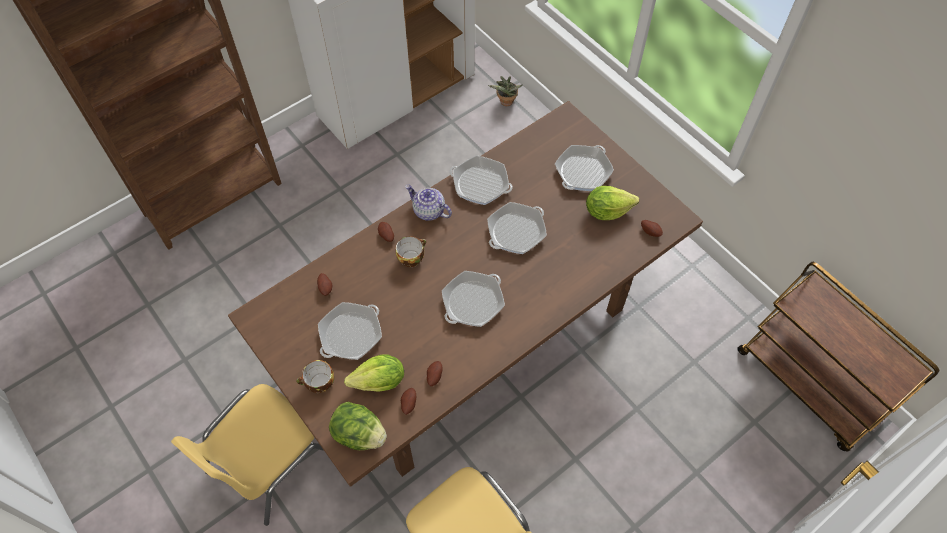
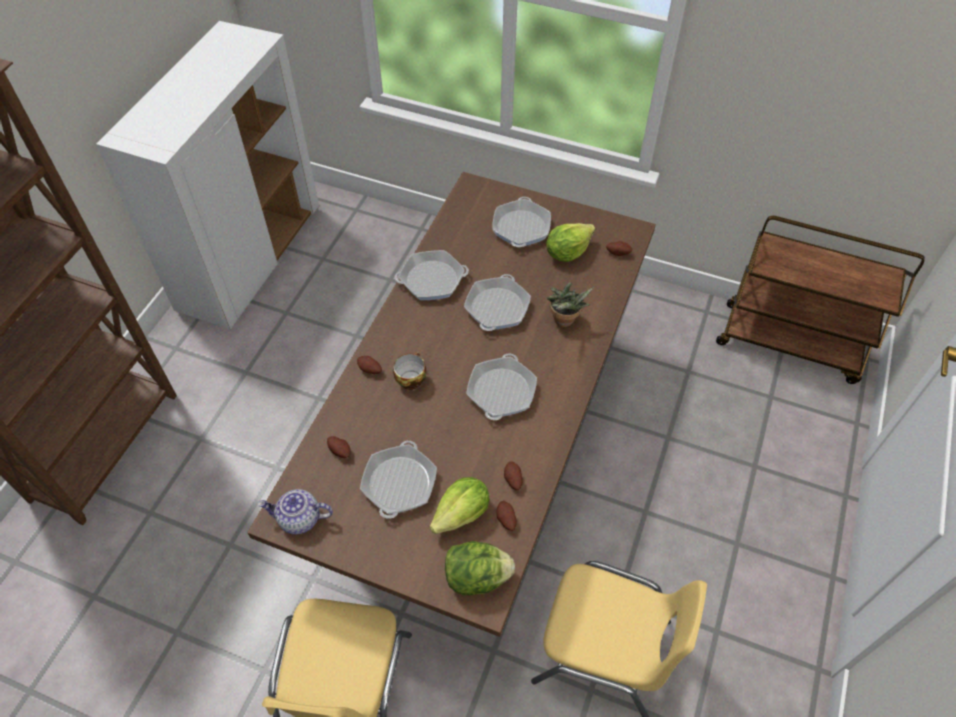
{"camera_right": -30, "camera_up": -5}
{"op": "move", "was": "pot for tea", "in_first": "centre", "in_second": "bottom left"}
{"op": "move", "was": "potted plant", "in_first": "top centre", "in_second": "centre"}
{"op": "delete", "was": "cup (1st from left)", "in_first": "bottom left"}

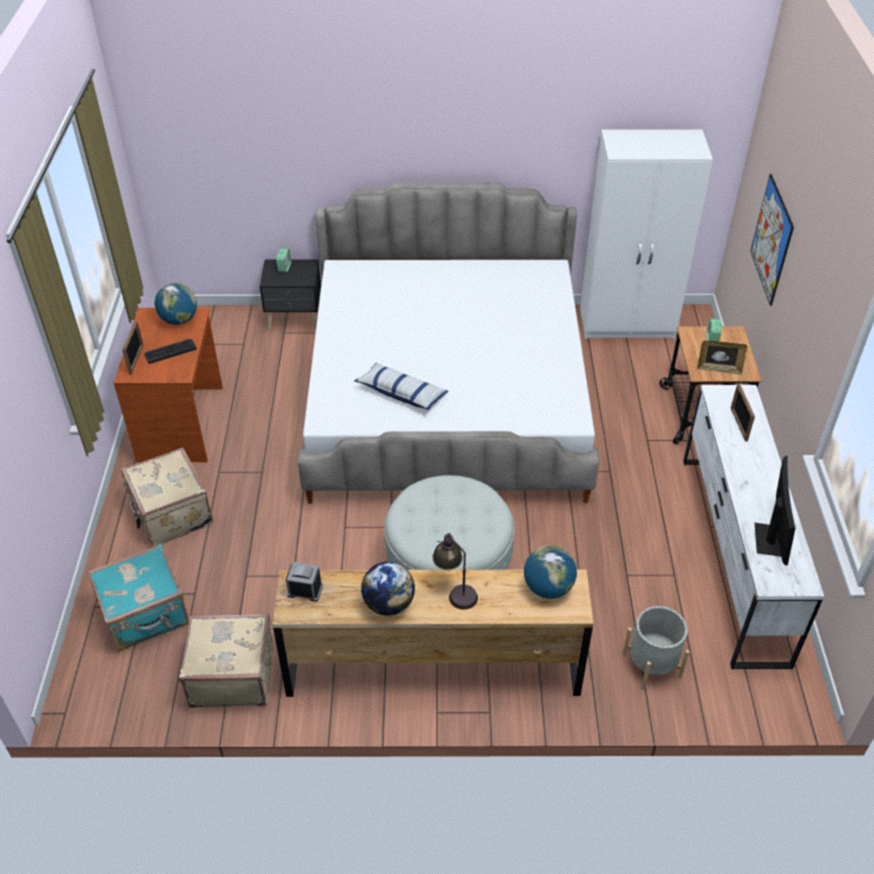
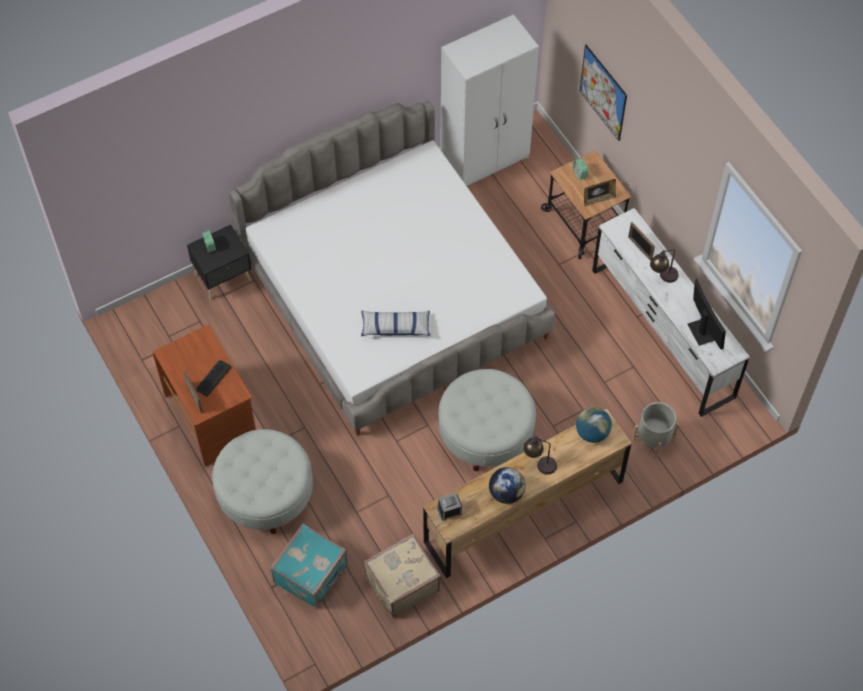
{"camera_right": -30, "camera_up": 15}
{"op": "replace", "was": "beige travel case (1st from left)", "now": "whitish pouffe (1st from left)", "in_first": "middle left", "in_second": "bottom left"}
{"op": "insert", "now": "tabletop lamp (2nd from left)", "in_second": "middle right"}
{"op": "delete", "was": "globe (1st from left)", "in_first": "middle left"}

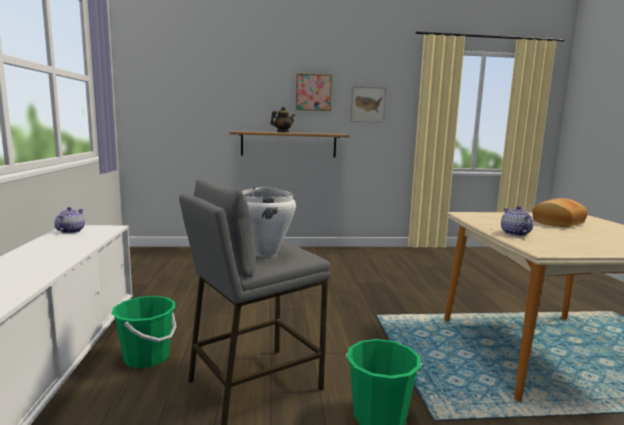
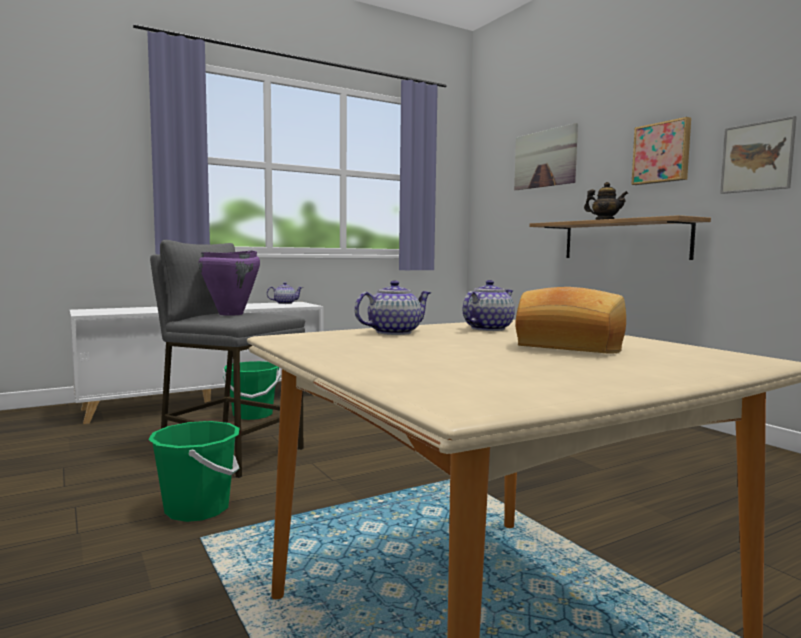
{"camera_right": 65, "camera_up": -5}
{"op": "recolor", "was": "whitish cooking pot", "now": "purple-coloured cooking pot", "in_first": "centre", "in_second": "middle left"}
{"op": "insert", "now": "pot for tea (3rd from left)", "in_second": "centre"}
{"op": "insert", "now": "wall art (1st from left)", "in_second": "top right"}

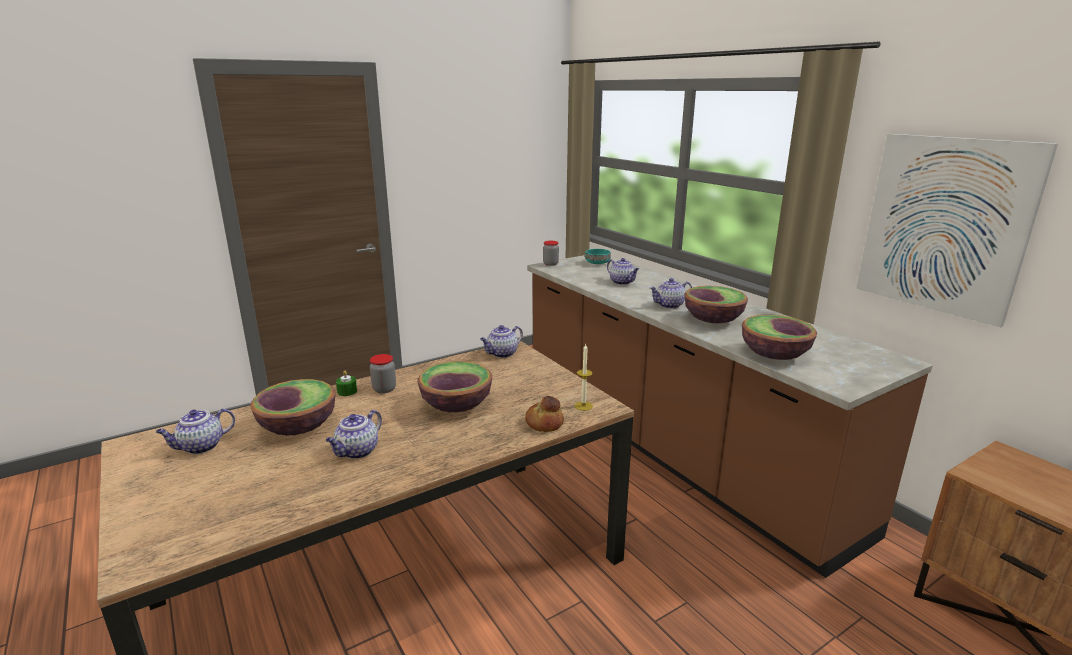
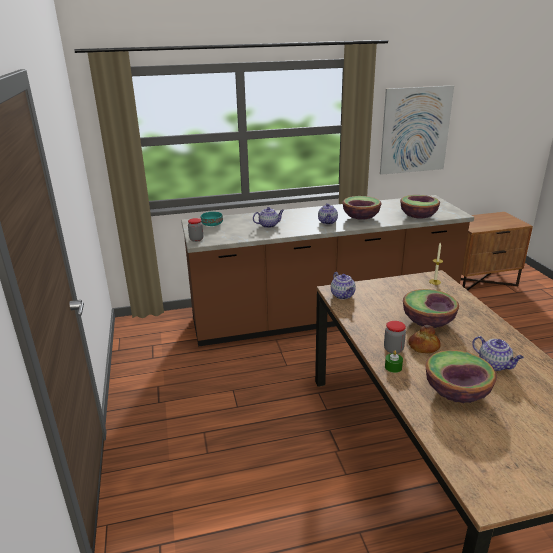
{"camera_right": -70, "camera_up": 5}
{"op": "move", "was": "bread", "in_first": "centre", "in_second": "middle right"}
{"op": "delete", "was": "pot for tea (1st from left)", "in_first": "middle left"}

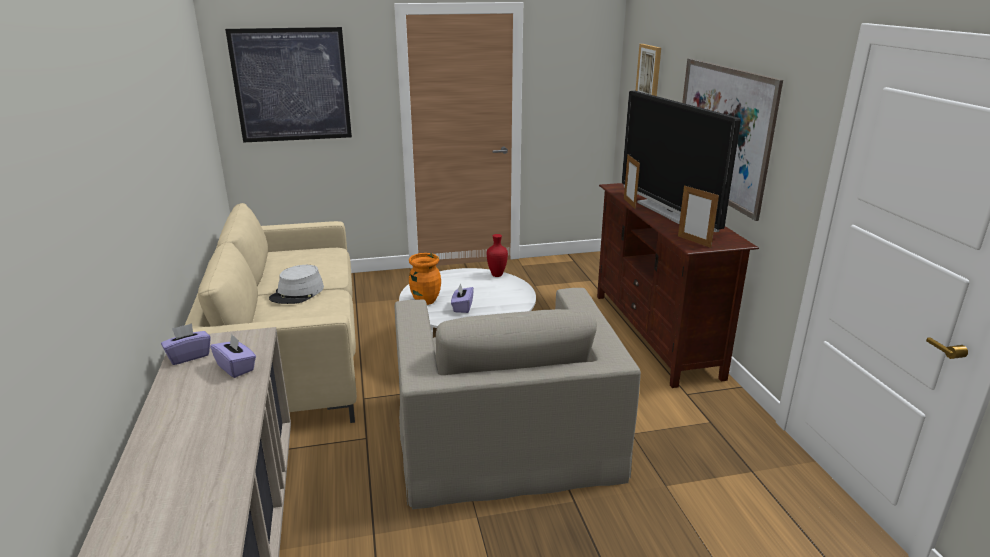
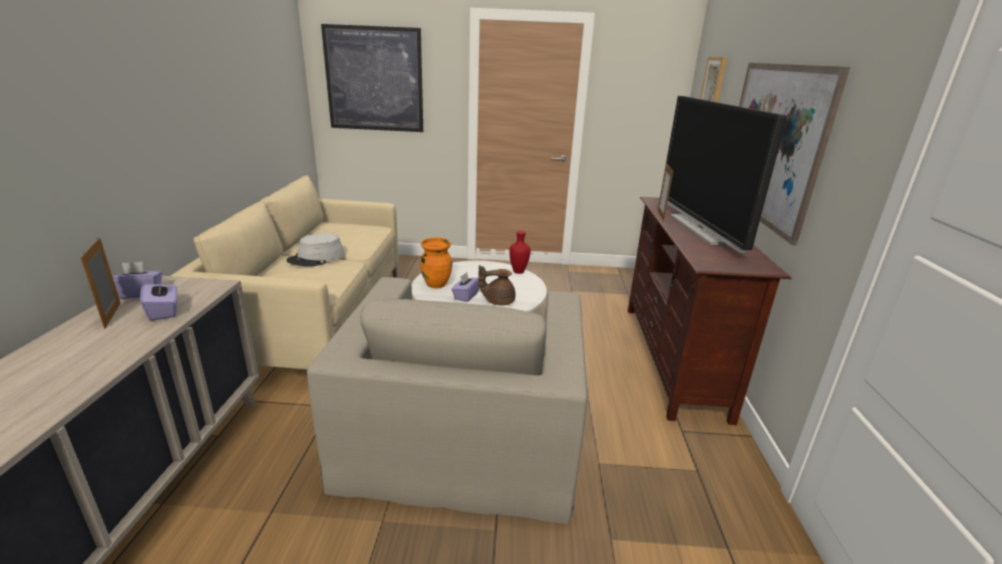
{"camera_right": 15, "camera_up": 0}
{"op": "move", "was": "picture frame (2nd from left in the first image)", "now": "picture frame (1st from left)", "in_first": "middle right", "in_second": "middle left"}
{"op": "insert", "now": "brown pot for tea", "in_second": "centre"}

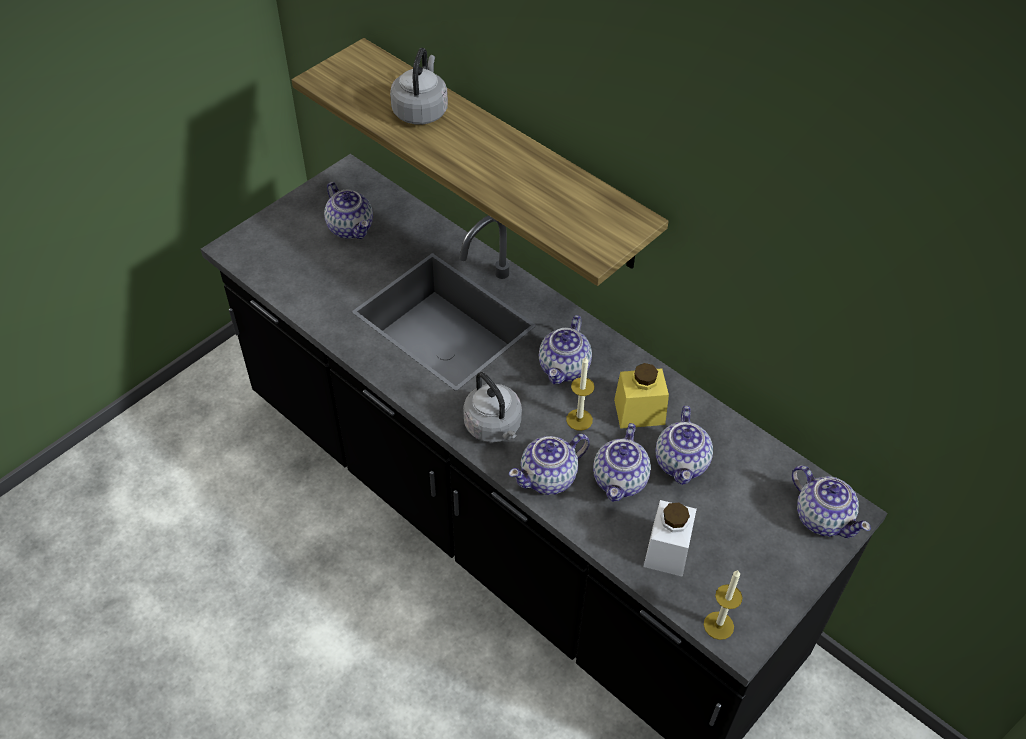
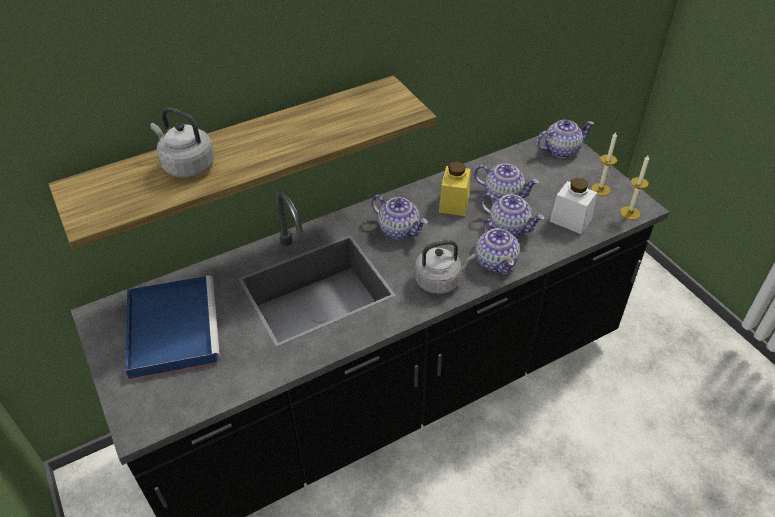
{"camera_right": -70, "camera_up": -5}
{"op": "replace", "was": "pot for tea (1st from left)", "now": "blue-coloured tray", "in_first": "top centre", "in_second": "middle left"}
{"op": "move", "was": "wax light (1st from left)", "in_first": "centre", "in_second": "top right"}

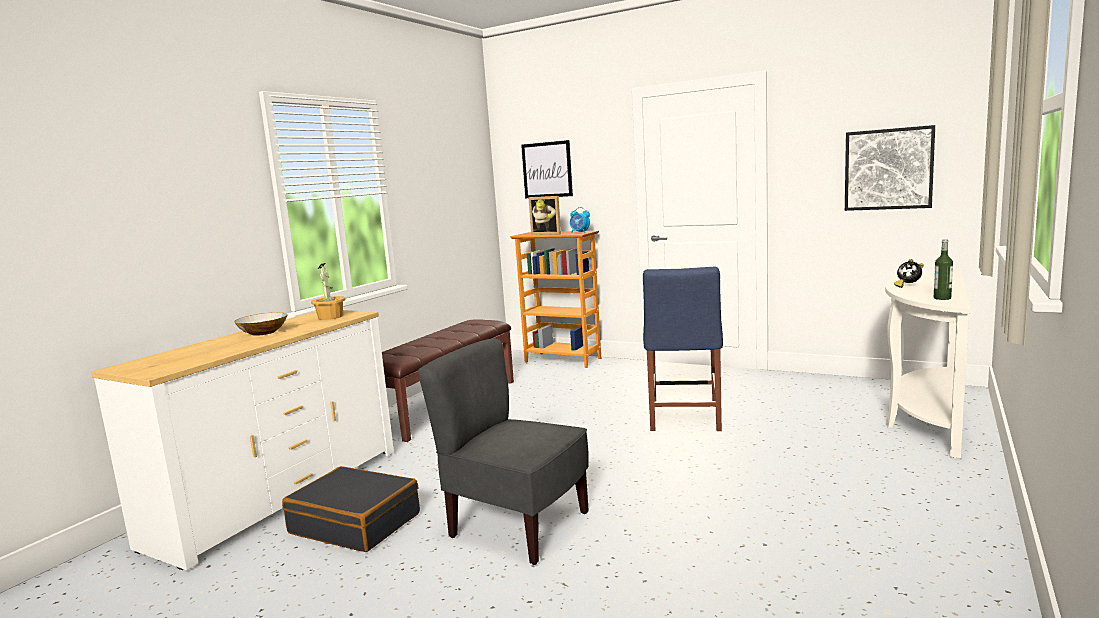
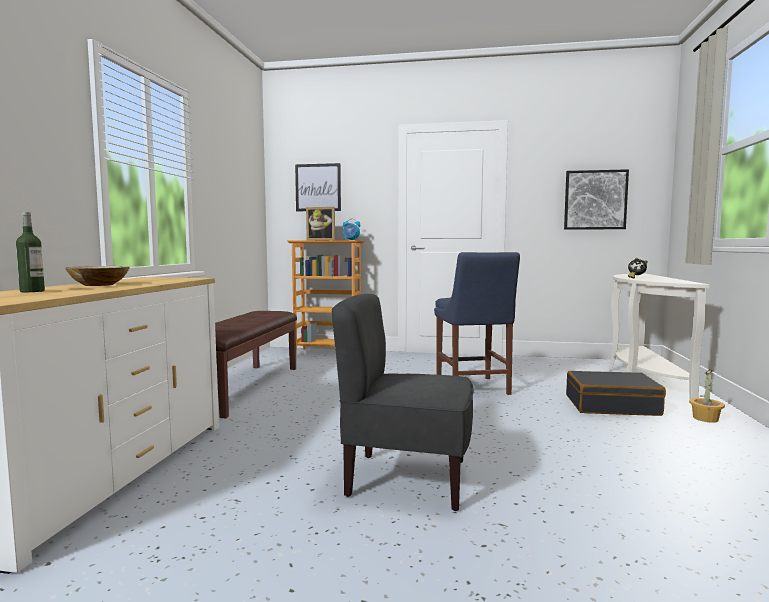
{"camera_right": -20, "camera_up": -5}
{"op": "move", "was": "beverage bottle", "in_first": "middle right", "in_second": "middle left"}
{"op": "move", "was": "black-coloured travel case", "in_first": "bottom left", "in_second": "middle right"}
{"op": "move", "was": "potted plant", "in_first": "middle left", "in_second": "middle right"}

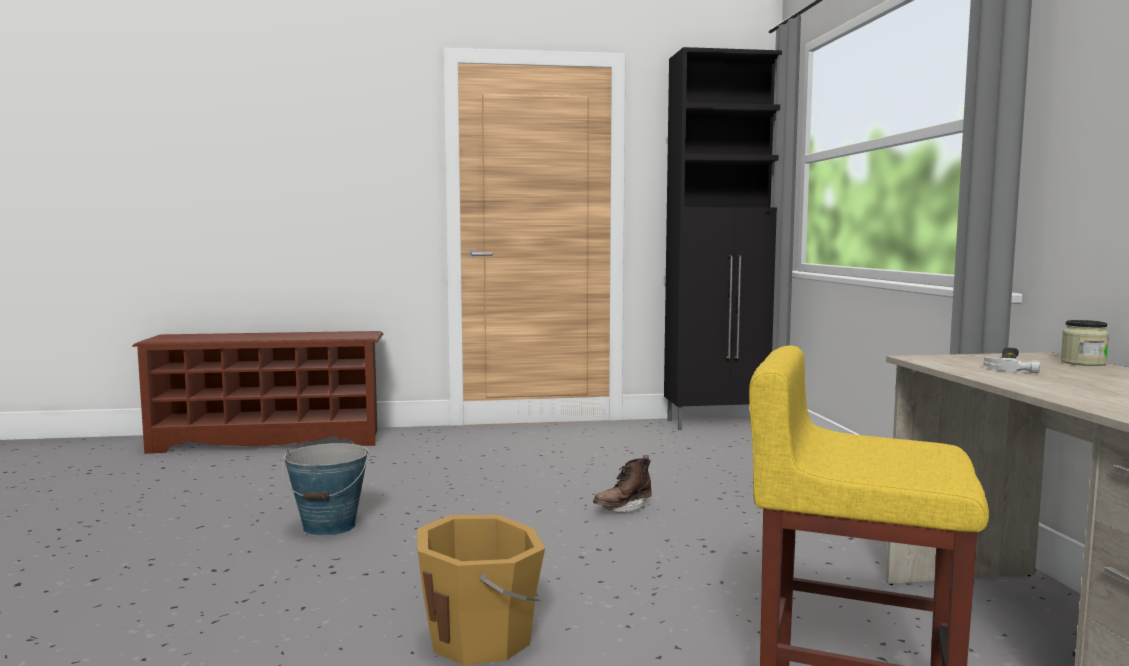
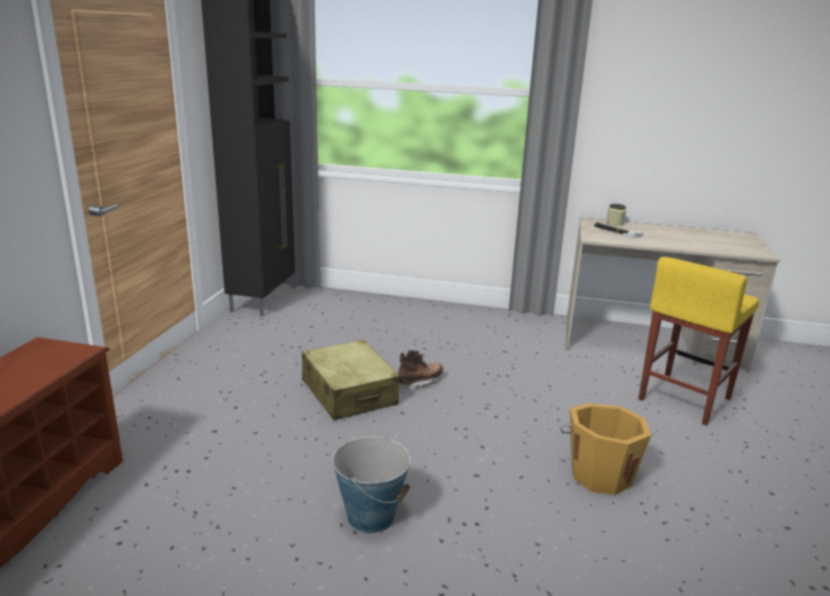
{"camera_right": -70, "camera_up": 15}
{"op": "insert", "now": "beige travel case", "in_second": "centre"}
{"op": "rotate", "was": "brown tall boot", "in_first": "bottom centre", "in_second": "centre", "clockwise": -105}

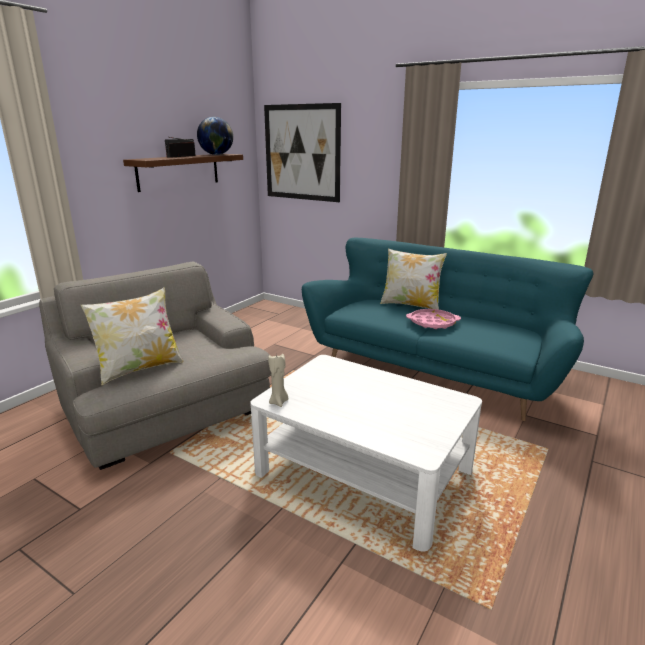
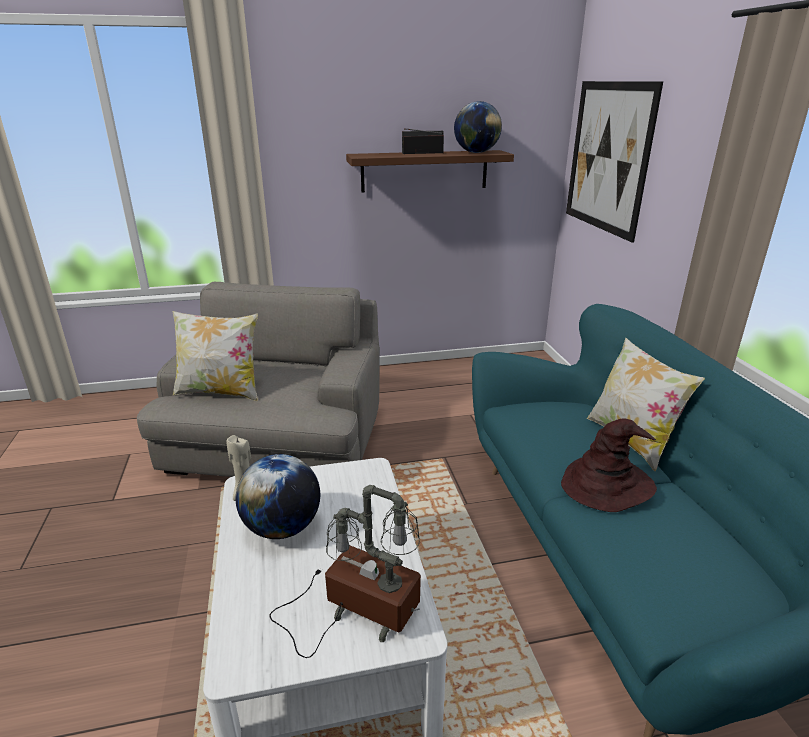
{"camera_right": 45, "camera_up": 5}
{"op": "insert", "now": "globe (1st from left)", "in_second": "bottom centre"}
{"op": "insert", "now": "tabletop lamp", "in_second": "bottom centre"}
{"op": "replace", "was": "pink-coloured tray", "now": "brown hat", "in_first": "middle right", "in_second": "middle right"}

